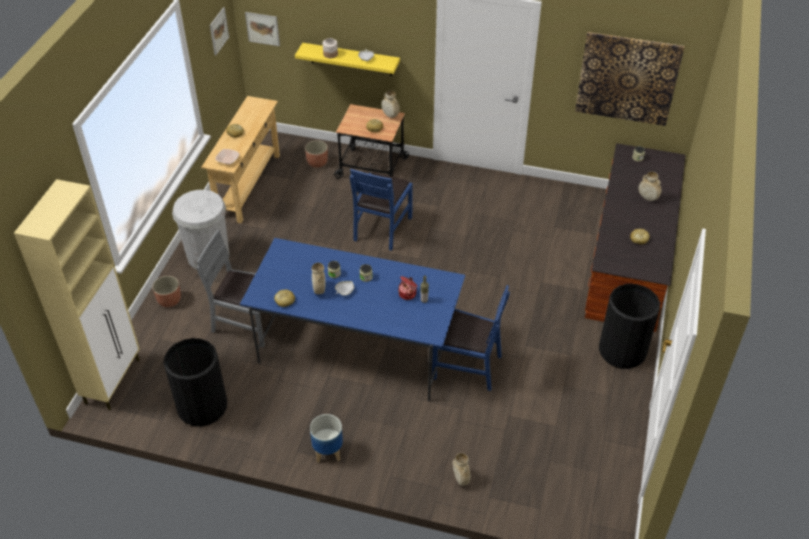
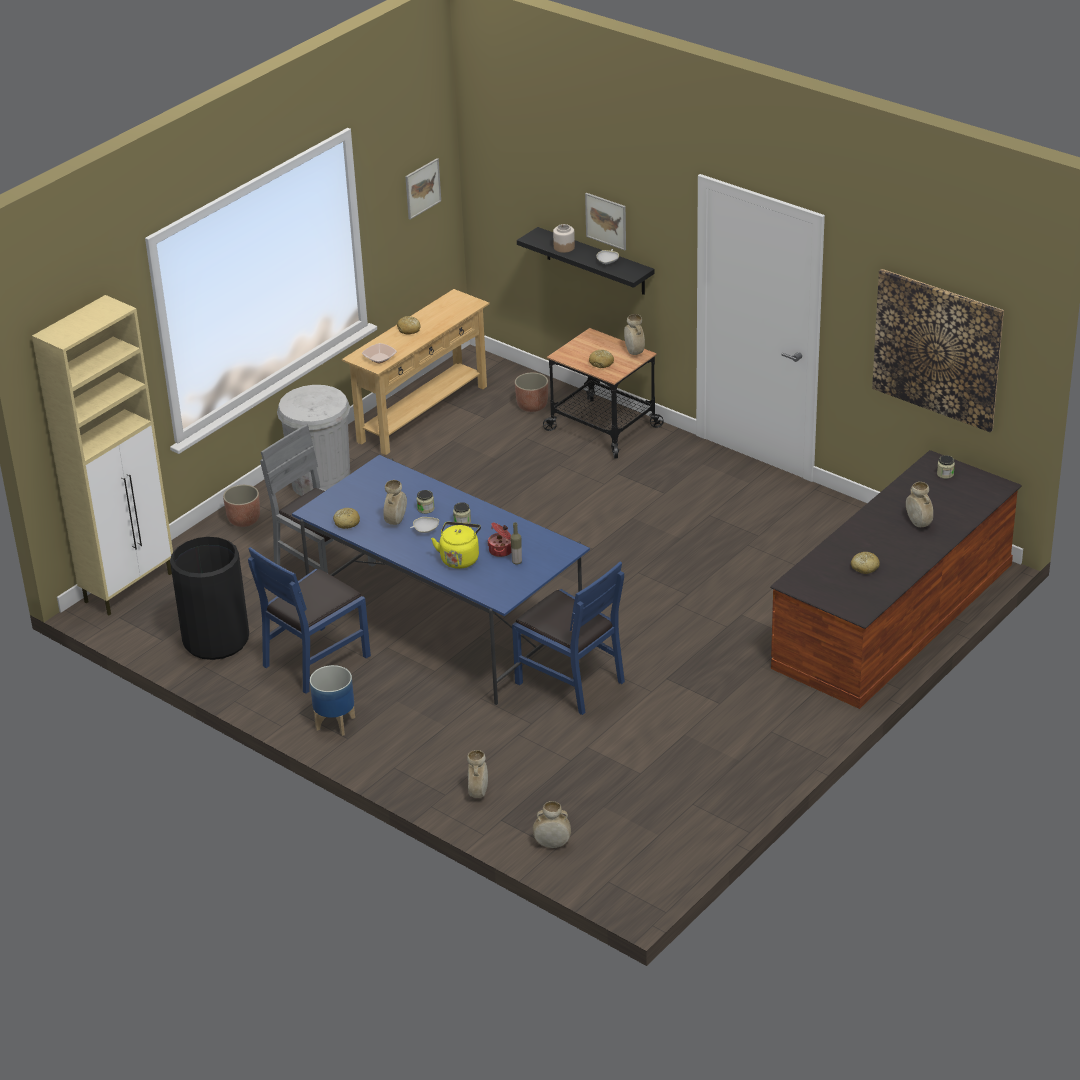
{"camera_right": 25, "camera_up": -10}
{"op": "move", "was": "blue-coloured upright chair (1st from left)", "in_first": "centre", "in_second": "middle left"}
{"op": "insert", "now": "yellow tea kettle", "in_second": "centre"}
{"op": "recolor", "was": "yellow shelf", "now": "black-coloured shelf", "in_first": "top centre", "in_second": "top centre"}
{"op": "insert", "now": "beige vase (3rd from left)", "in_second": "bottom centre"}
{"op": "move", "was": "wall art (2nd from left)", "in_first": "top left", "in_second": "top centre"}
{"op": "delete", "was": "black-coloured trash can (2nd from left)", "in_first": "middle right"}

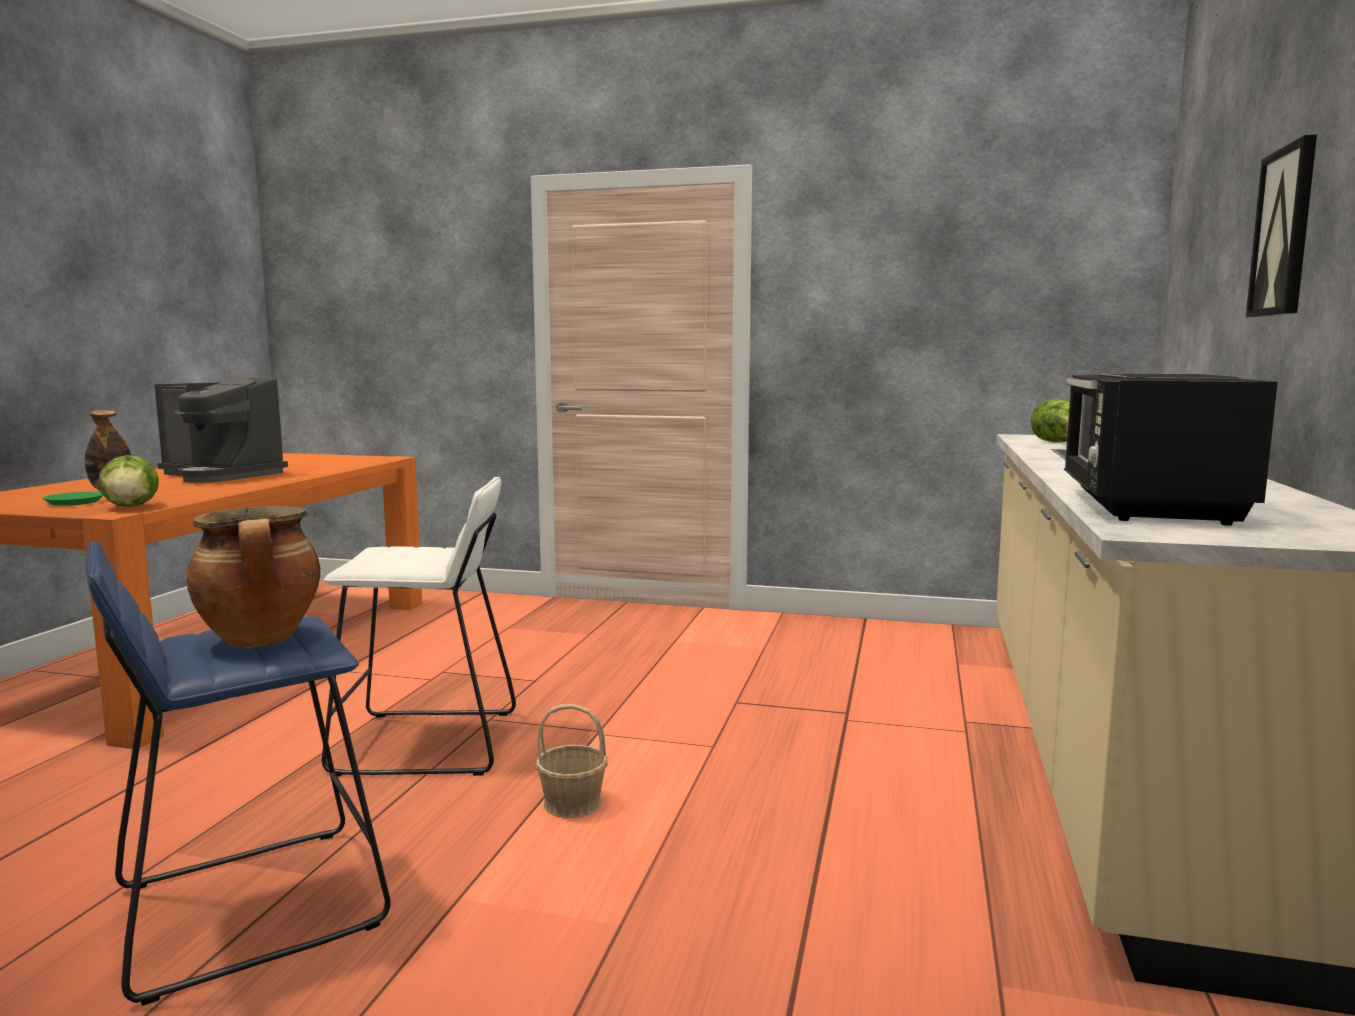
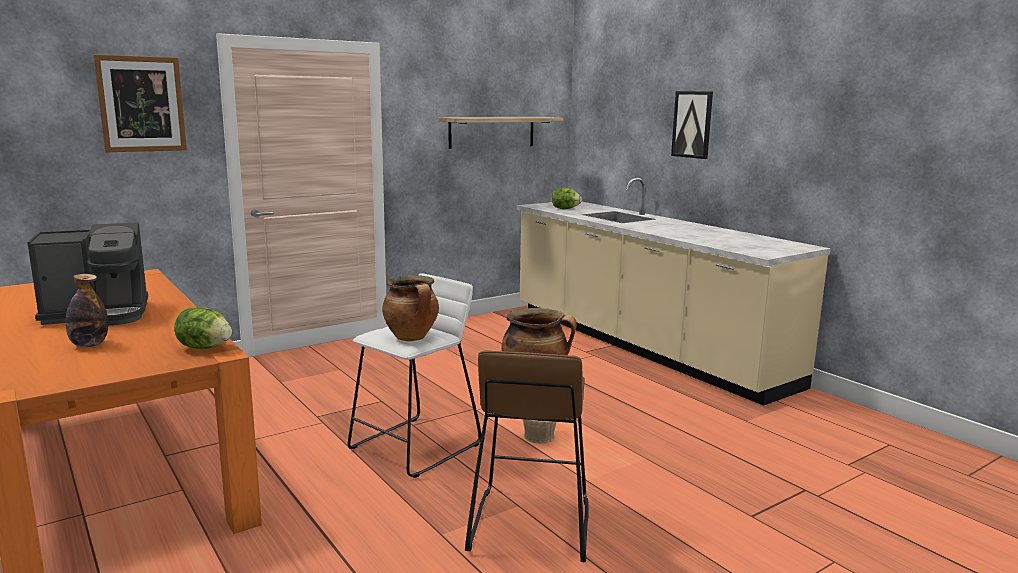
{"camera_right": -50, "camera_up": 5}
{"op": "insert", "now": "wall art (1st from left)", "in_second": "top left"}
{"op": "insert", "now": "cooking pot (1st from left)", "in_second": "centre"}
{"op": "insert", "now": "shelf", "in_second": "top centre"}
{"op": "recolor", "was": "blue-coloured stool", "now": "brown stool", "in_first": "bottom left", "in_second": "bottom centre"}
{"op": "delete", "was": "green-coloured dinner plate", "in_first": "middle left"}
{"op": "delete", "was": "black-coloured microwave oven", "in_first": "middle right"}

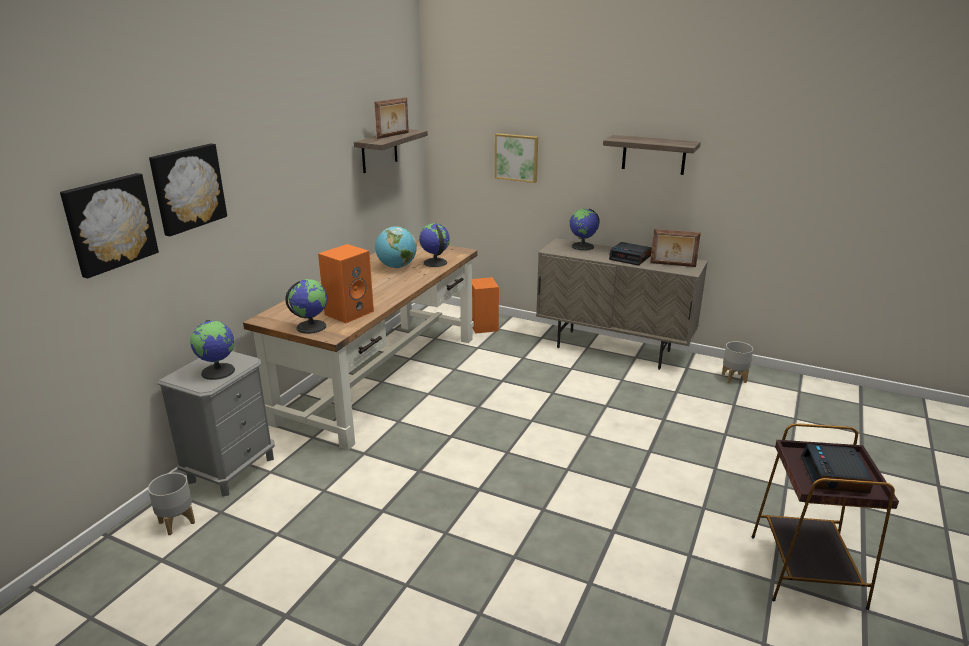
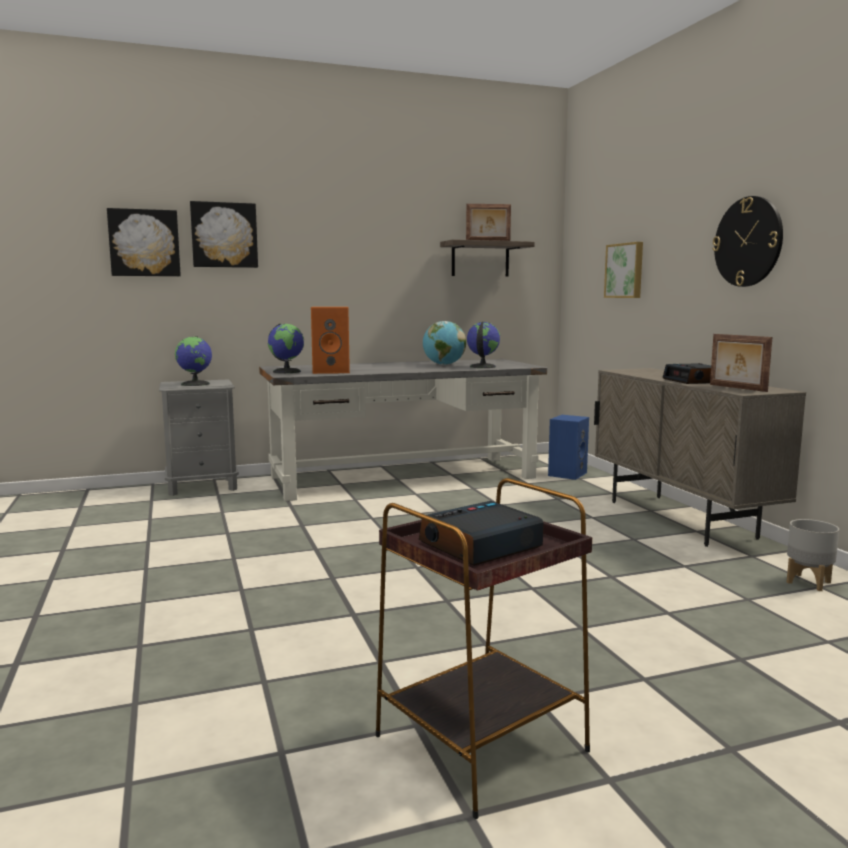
{"camera_right": 45, "camera_up": -15}
{"op": "recolor", "was": "brown desk table", "now": "greyish desk table", "in_first": "centre", "in_second": "centre"}
{"op": "recolor", "was": "orange-coloured loudspeaker (2nd from left)", "now": "blue-coloured loudspeaker", "in_first": "centre", "in_second": "middle right"}
{"op": "replace", "was": "shelf (2nd from left)", "now": "hanging clock", "in_first": "top right", "in_second": "top right"}
{"op": "delete", "was": "greyish planter (1st from left)", "in_first": "bottom left"}
{"op": "delete", "was": "globe (5th from left)", "in_first": "centre"}

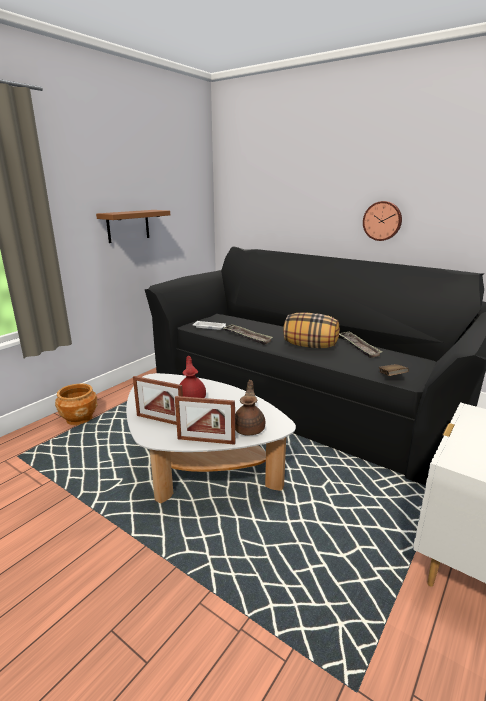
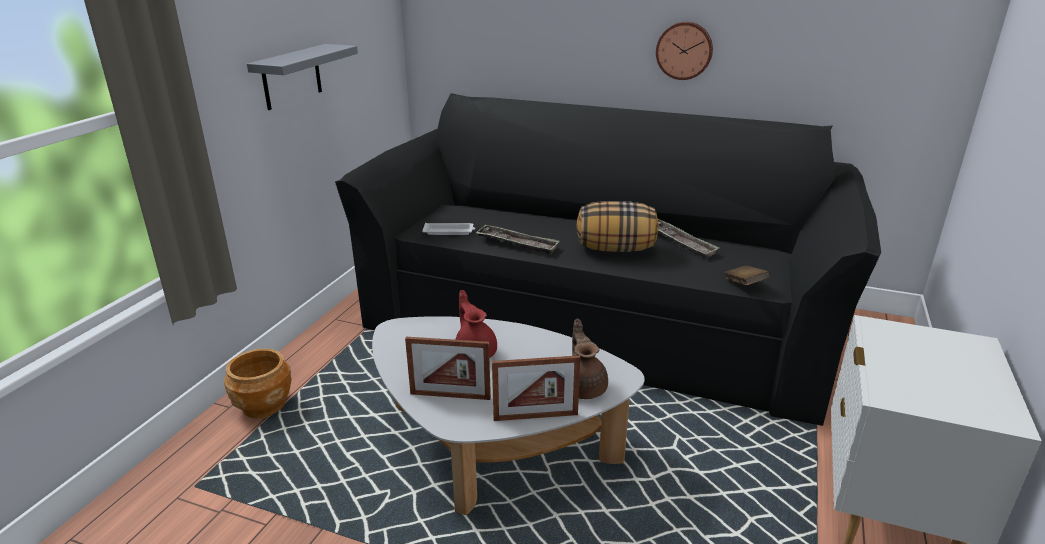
{"camera_right": -15, "camera_up": 5}
{"op": "recolor", "was": "brown shelf", "now": "greyish shelf", "in_first": "top left", "in_second": "top left"}

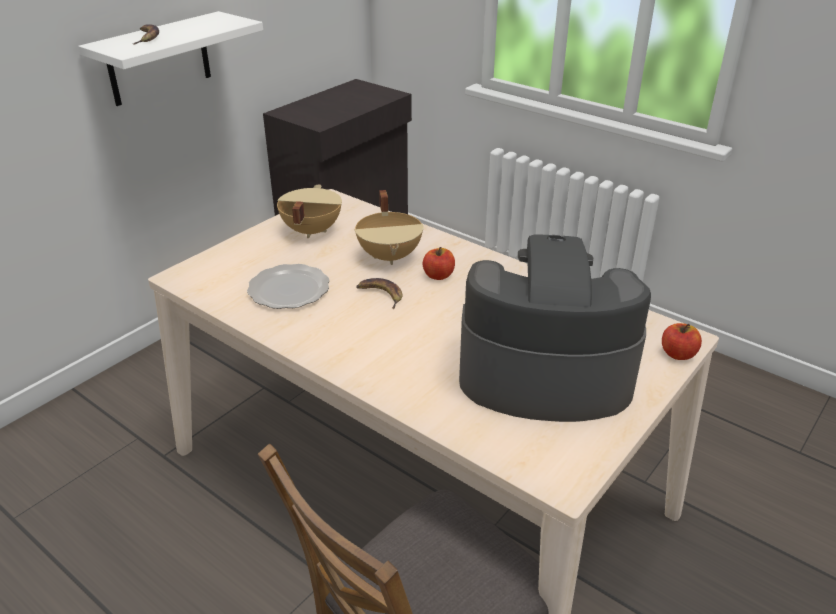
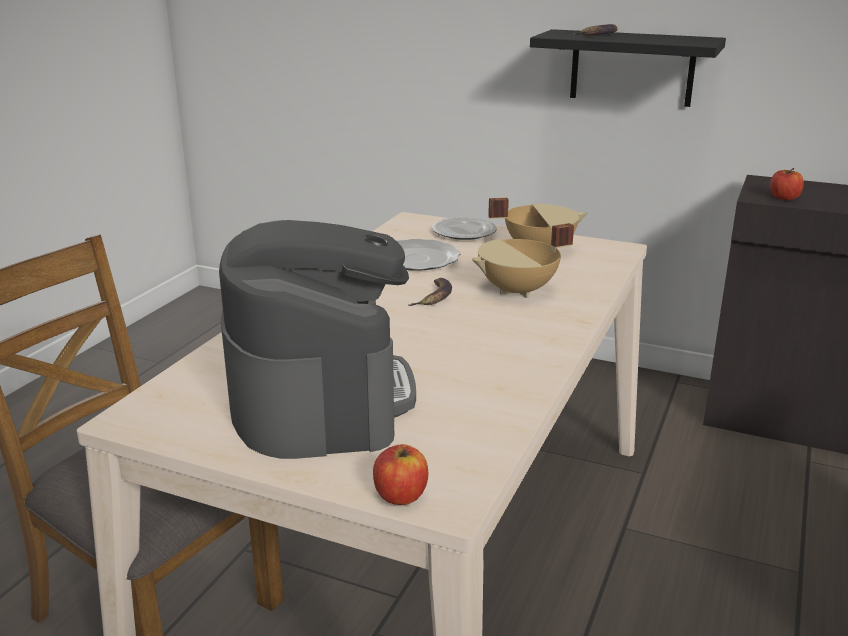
{"camera_right": 75, "camera_up": -10}
{"op": "insert", "now": "dinner plate (2nd from left)", "in_second": "centre"}
{"op": "recolor", "was": "whitish shelf", "now": "black-coloured shelf", "in_first": "top left", "in_second": "top right"}
{"op": "move", "was": "apple (1st from left in the first image)", "now": "apple (2nd from left)", "in_first": "centre", "in_second": "top right"}

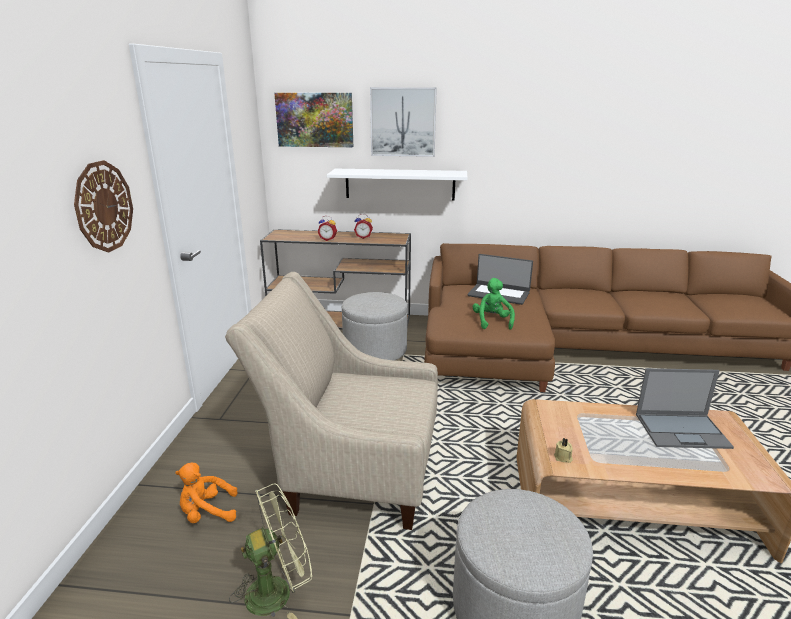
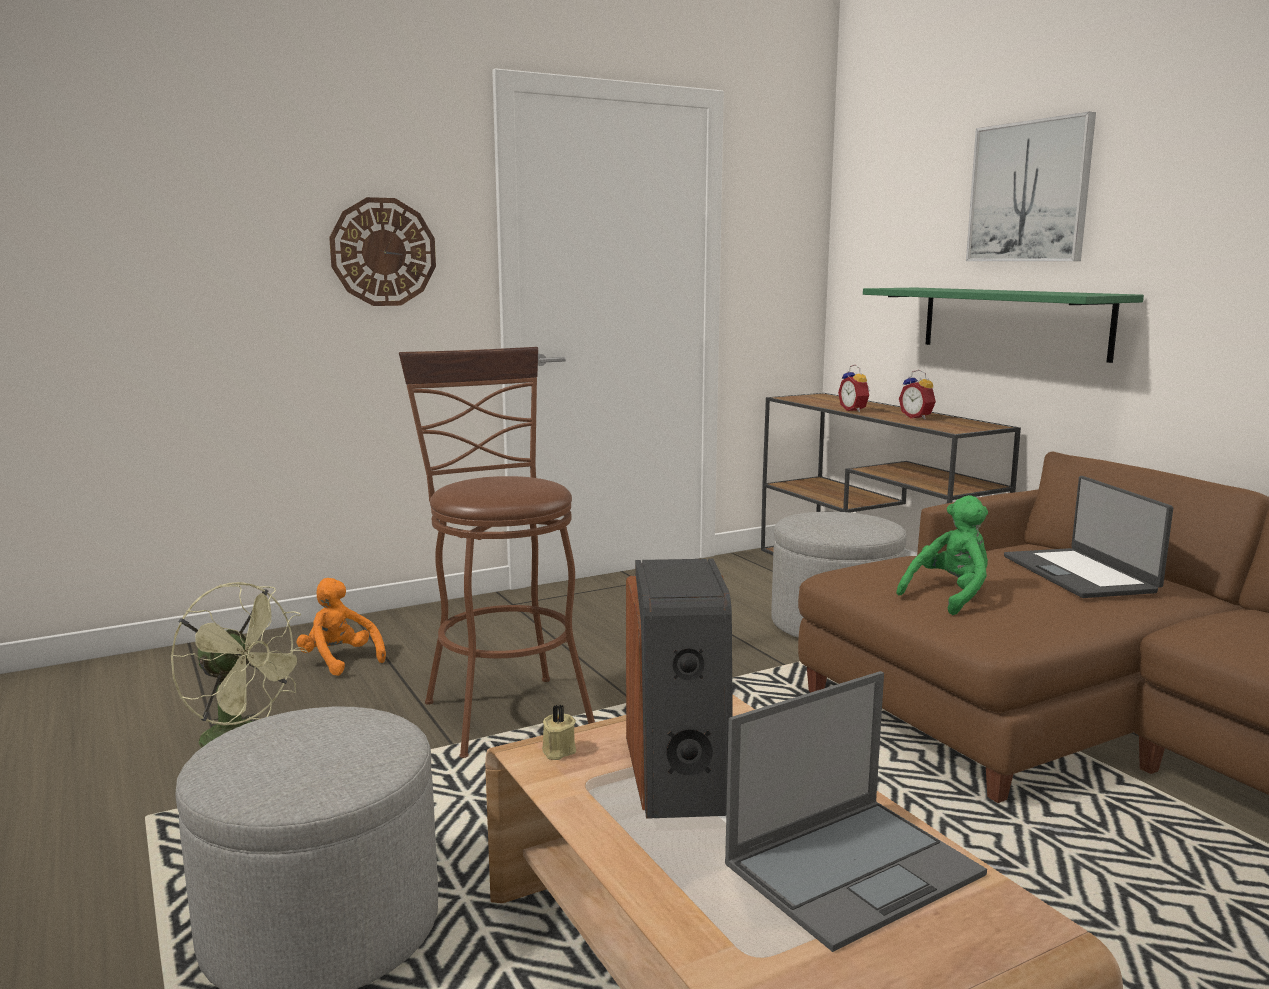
{"camera_right": 55, "camera_up": -10}
{"op": "replace", "was": "beige lounge chair", "now": "brown stool", "in_first": "centre", "in_second": "centre"}
{"op": "insert", "now": "loudspeaker", "in_second": "bottom centre"}
{"op": "rotate", "was": "portable computer (2nd from left in the first image)", "in_first": "middle right", "in_second": "bottom right", "clockwise": -90}
{"op": "recolor", "was": "whitish shelf", "now": "green-coloured shelf", "in_first": "top centre", "in_second": "top right"}
{"op": "delete", "was": "wall art (1st from left)", "in_first": "top centre"}

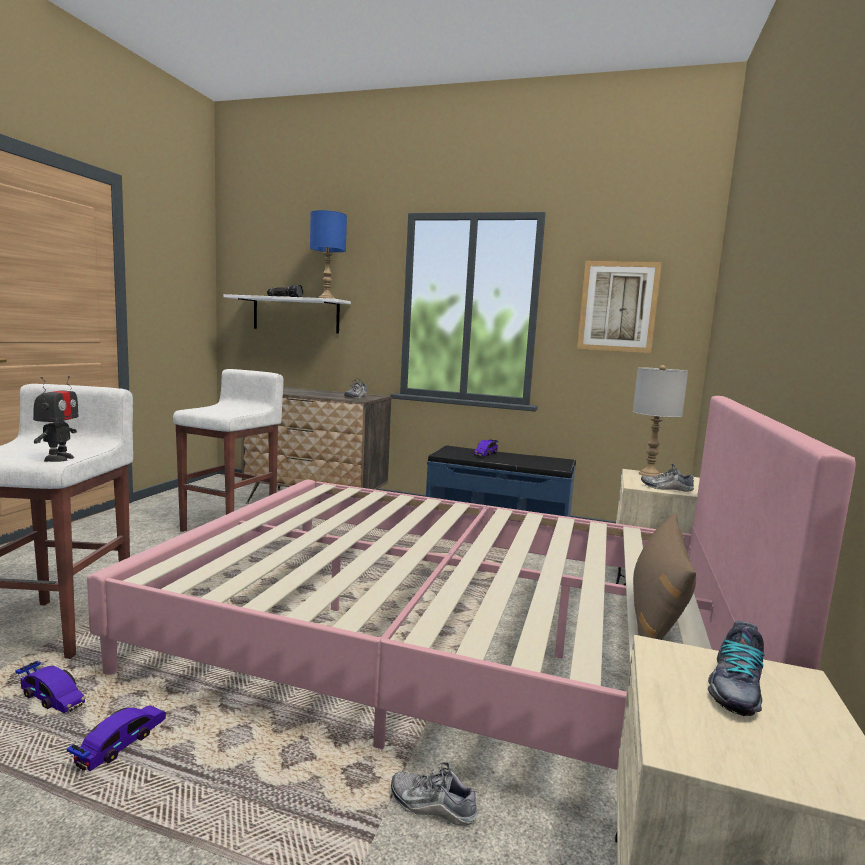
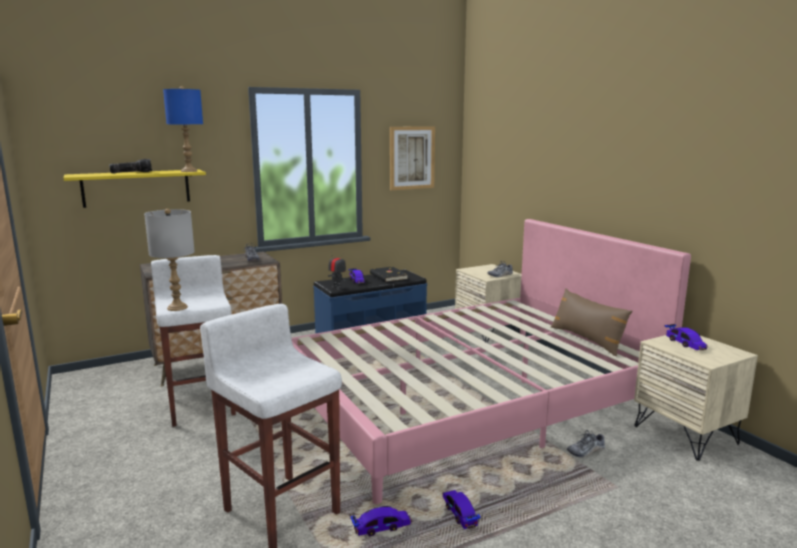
{"camera_right": -45, "camera_up": 5}
{"op": "recolor", "was": "whitish shelf", "now": "yellow shelf", "in_first": "middle left", "in_second": "middle left"}
{"op": "move", "was": "greyish tabletop lamp", "in_first": "middle right", "in_second": "middle left"}
{"op": "move", "was": "model robot", "in_first": "middle left", "in_second": "centre"}
{"op": "insert", "now": "black-coloured bound book", "in_second": "centre"}
{"op": "replace", "was": "low shoe (4th from left)", "now": "miniature car (4th from left)", "in_first": "bottom right", "in_second": "middle right"}

